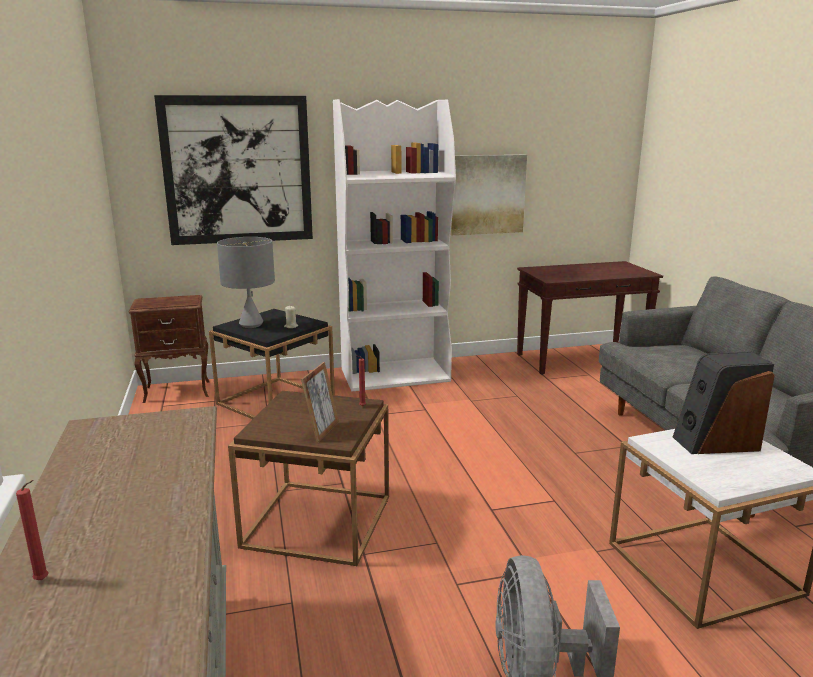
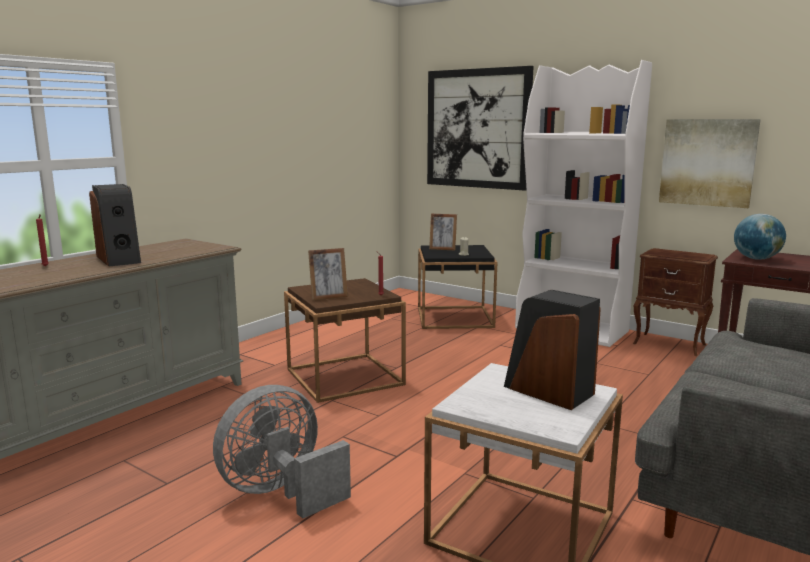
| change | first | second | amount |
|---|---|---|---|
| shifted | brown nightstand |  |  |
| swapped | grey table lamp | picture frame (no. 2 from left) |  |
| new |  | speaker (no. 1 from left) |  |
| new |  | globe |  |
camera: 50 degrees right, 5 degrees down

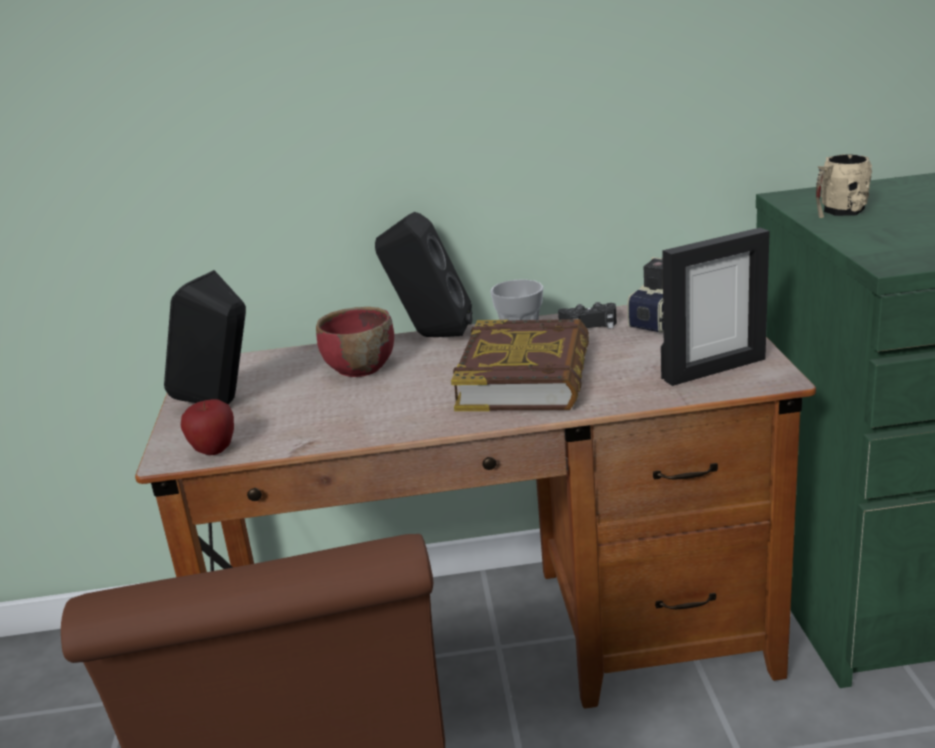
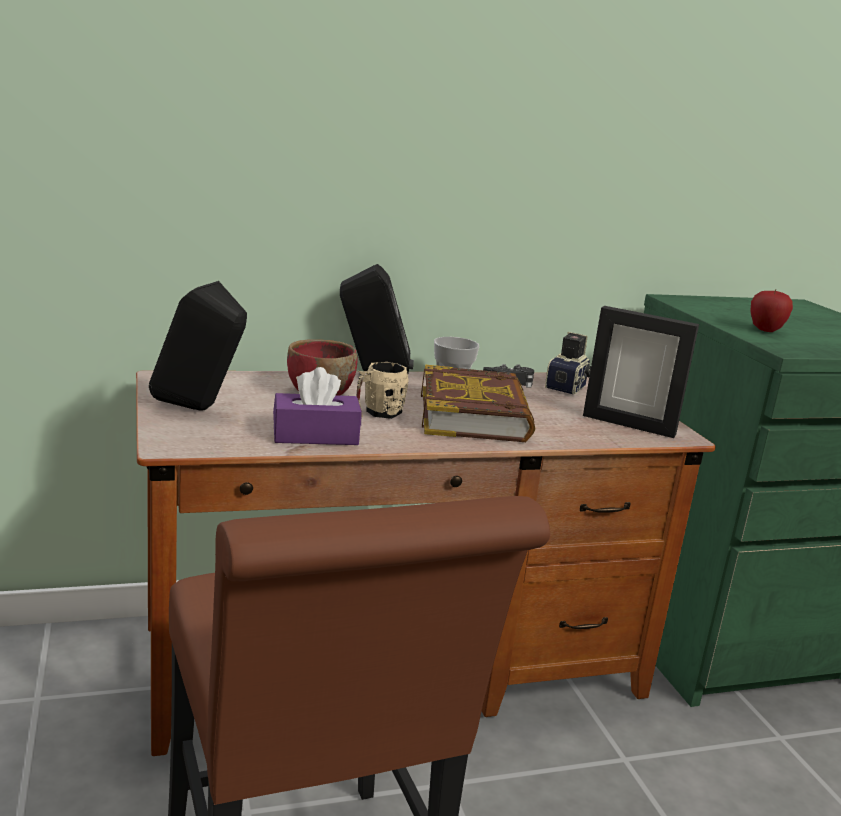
| change | first | second | amount |
|---|---|---|---|
| shifted | apple |  |  |
| rotated | picture frame |  | 60 degrees clockwise |
| shifted | beige mug |  |  |
| new |  | purple tissue box |  |
camera: 15 degrees left, 5 degrees down

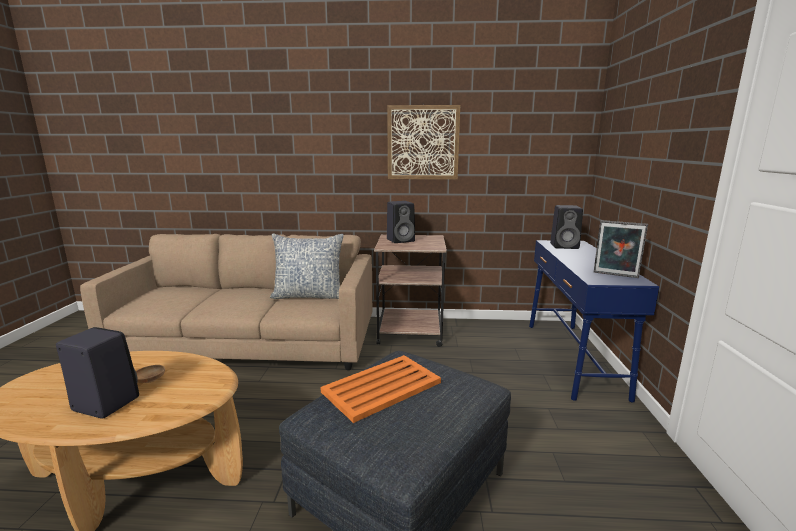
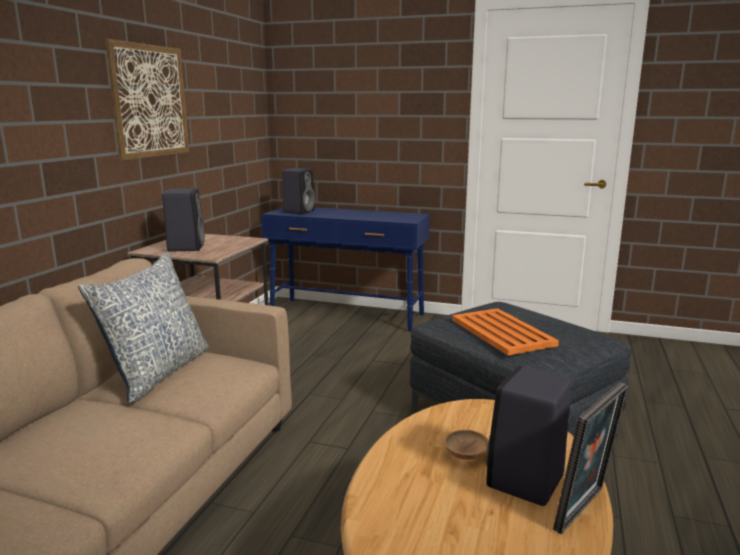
| change | first | second | amount |
|---|---|---|---|
| shifted | picture frame |  |  |
camera: 75 degrees left, 0 degrees up

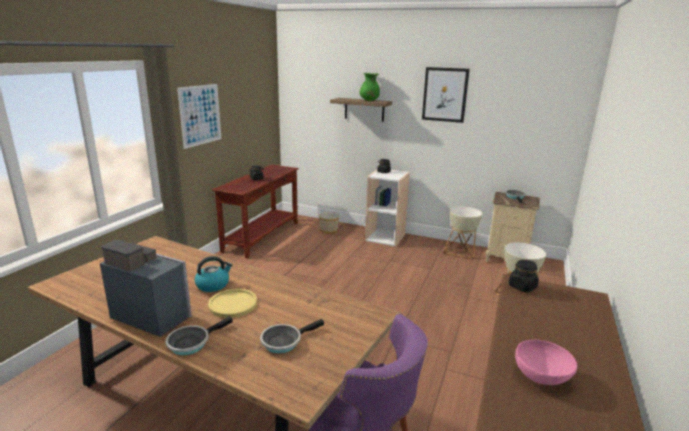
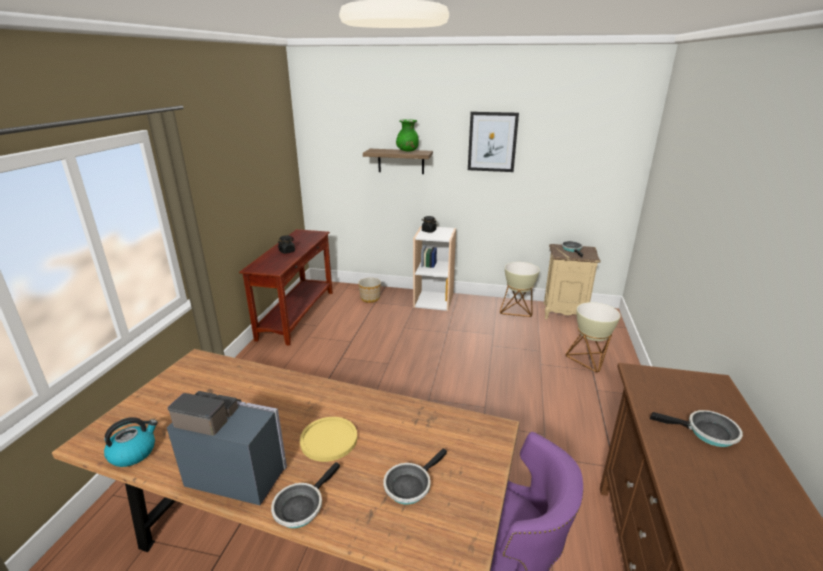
| change | first | second | amount |
|---|---|---|---|
| gone | picture (no. 1 from left) |  |  |
| shifted | kettle |  |  |
| gone | black jar (no. 3 from left) |  |  |
| gone | pink bowl |  |  |
| new |  | frying pan (no. 4 from left) |  |
camera: 10 degrees left, 5 degrees up

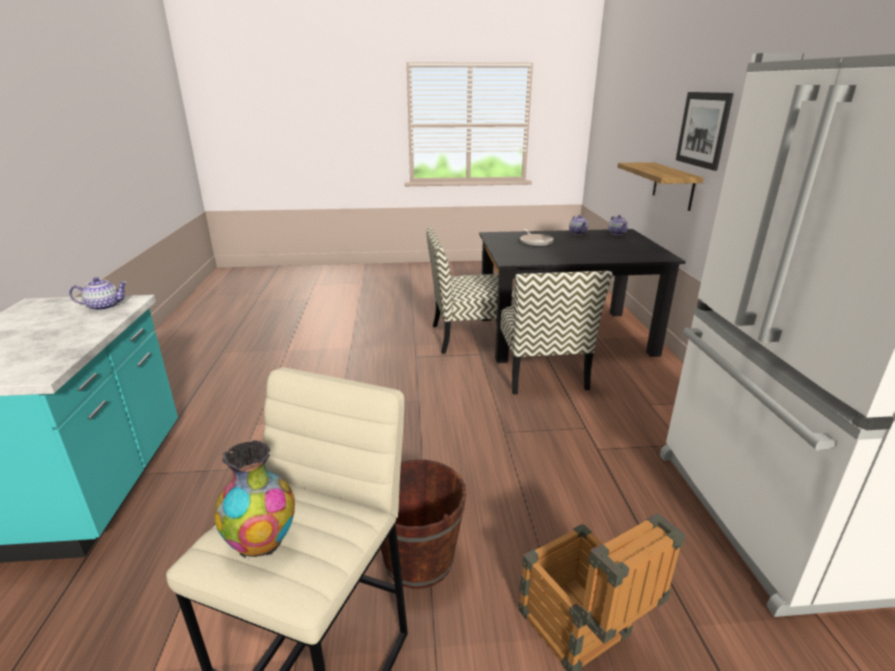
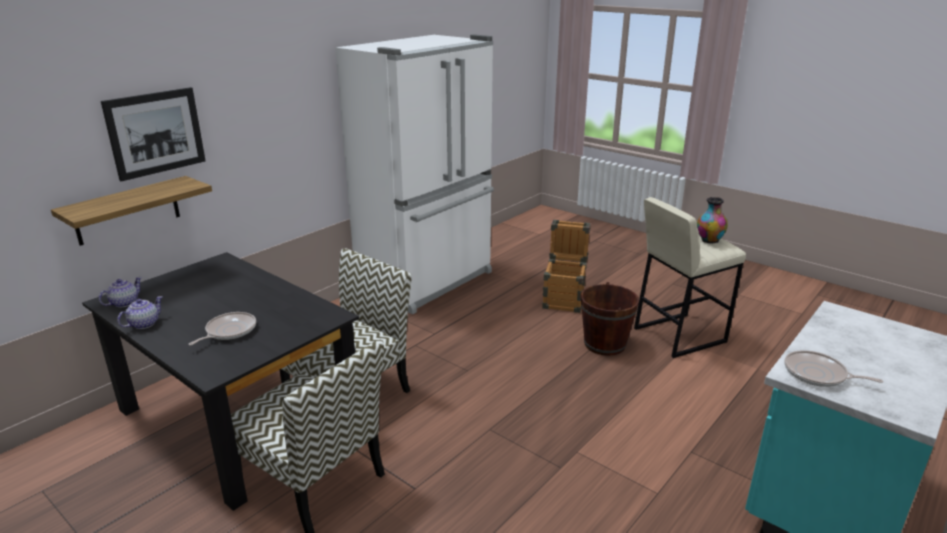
| change | first | second | amount |
|---|---|---|---|
| swapped | teapot (no. 1 from left) | frying pan (no. 2 from left) |  |
camera: 135 degrees left, 0 degrees up

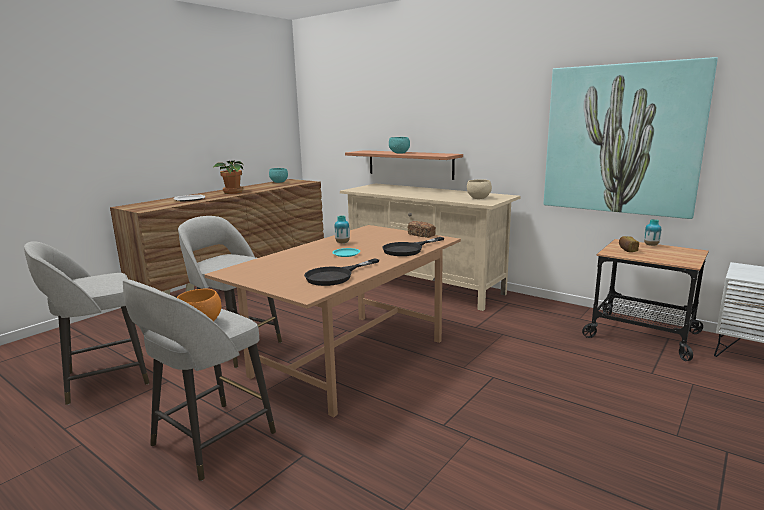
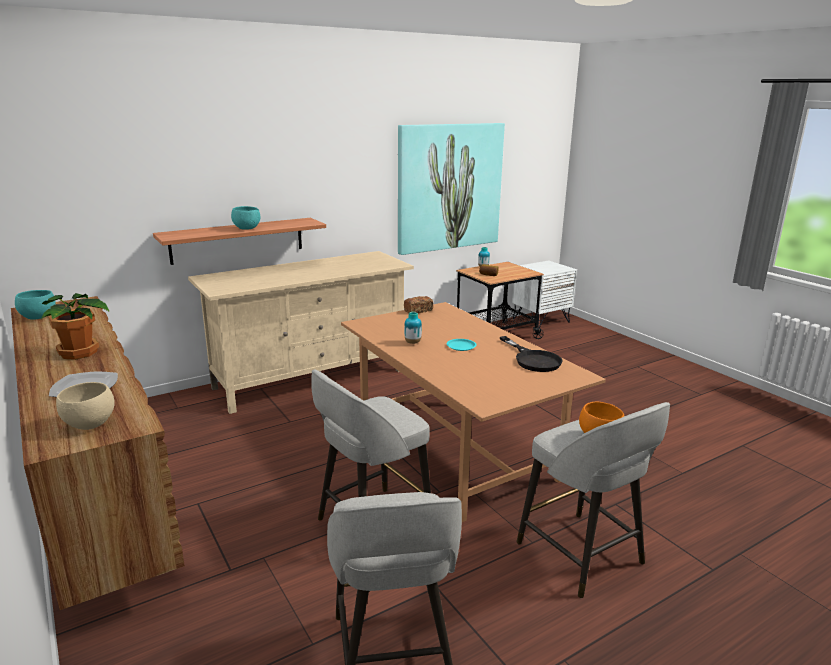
| change | first | second | amount |
|---|---|---|---|
| gone | black frying pan (no. 2 from left) |  |  |
| shifted | beige bowl |  |  |
camera: 70 degrees left, 5 degrees up

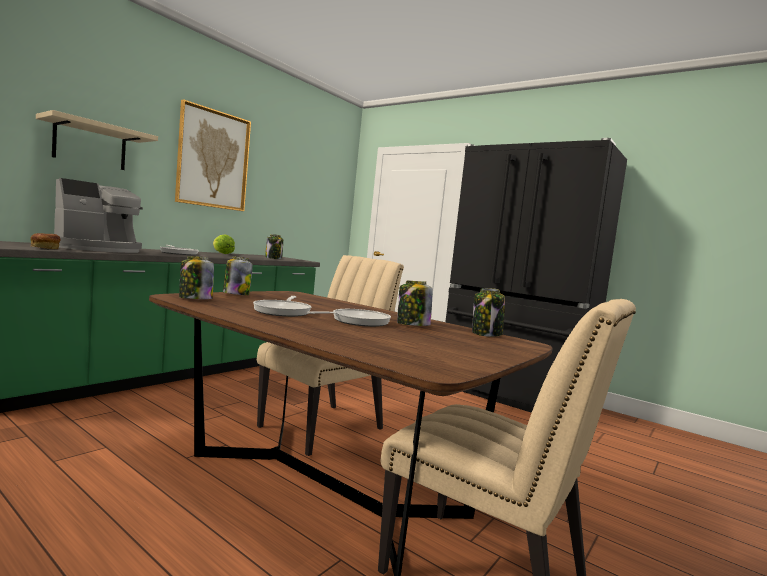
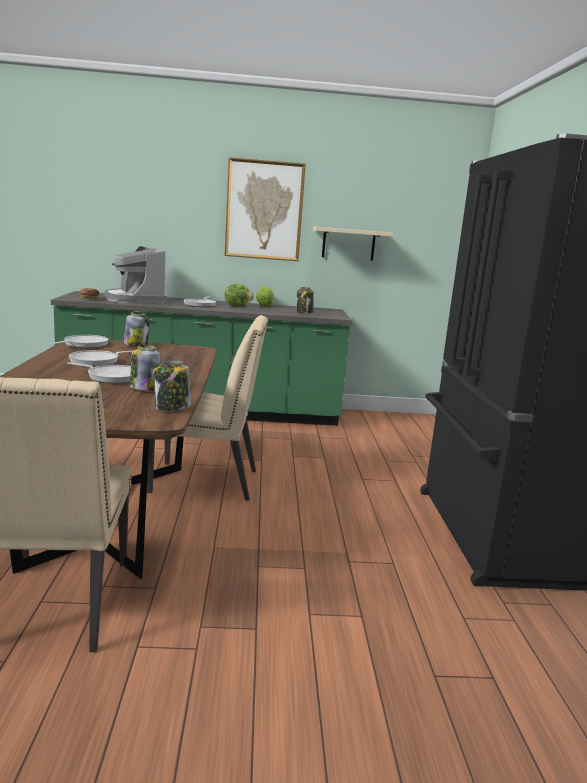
| change | first | second | amount |
|---|---|---|---|
| shifted | beige shelf |  |  |
| rotated | coffee machine |  | 60 degrees clockwise |
| swapped | jar (no. 1 from left) | frying pan (no. 1 from left) |  |
| new |  | lettuce (no. 1 from left) |  |
camera: 50 degrees right, 10 degrees up

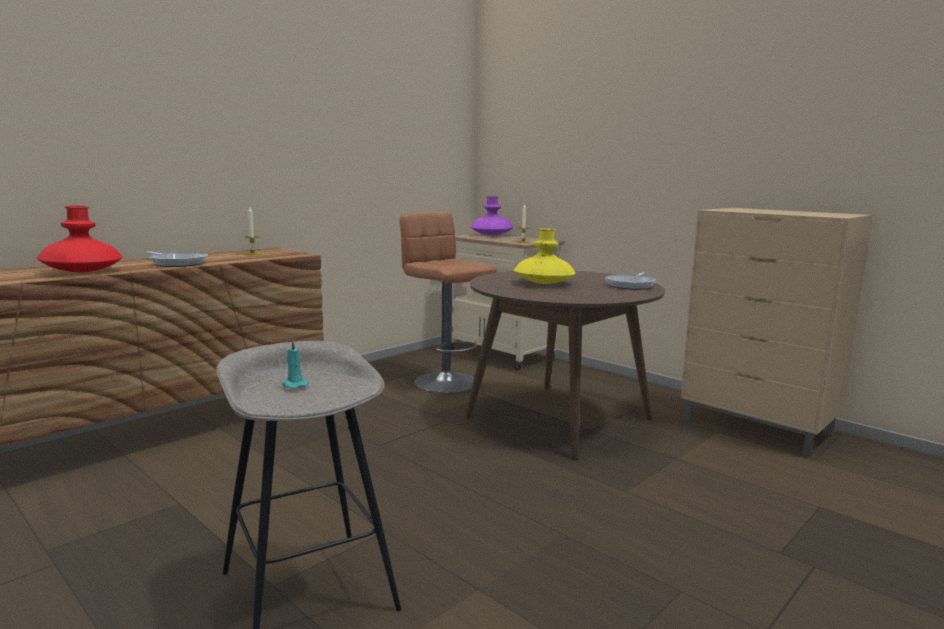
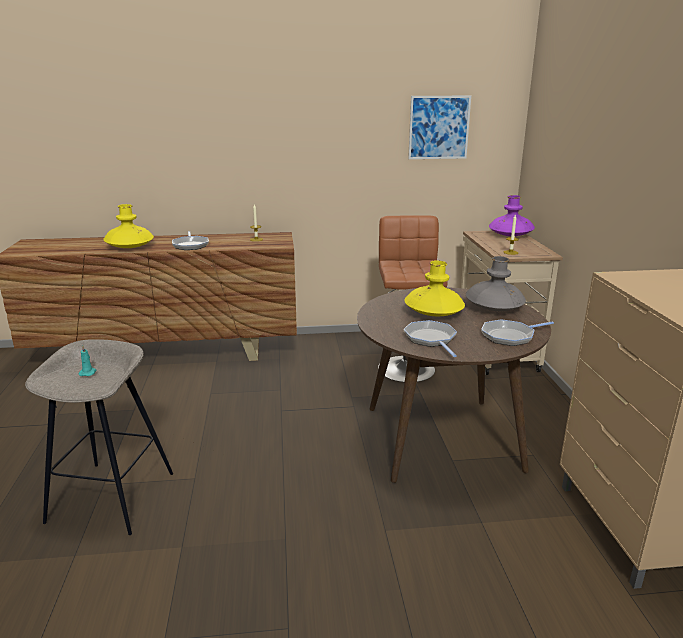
| change | first | second | amount |
|---|---|---|---|
| repainted | red vase | yellow vase (no. 1 from left) |  |
| new |  | frying pan (no. 2 from left) |  |
| new |  | picture |  |
| new |  | grey vase |  |
camera: 40 degrees right, 10 degrees up

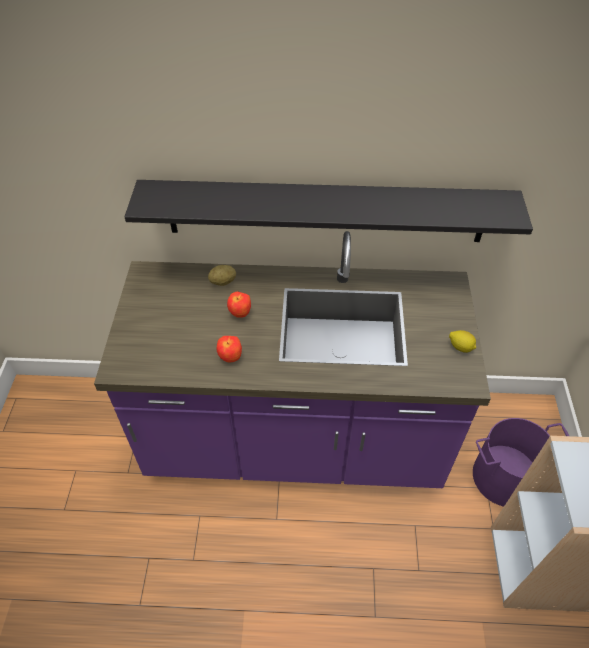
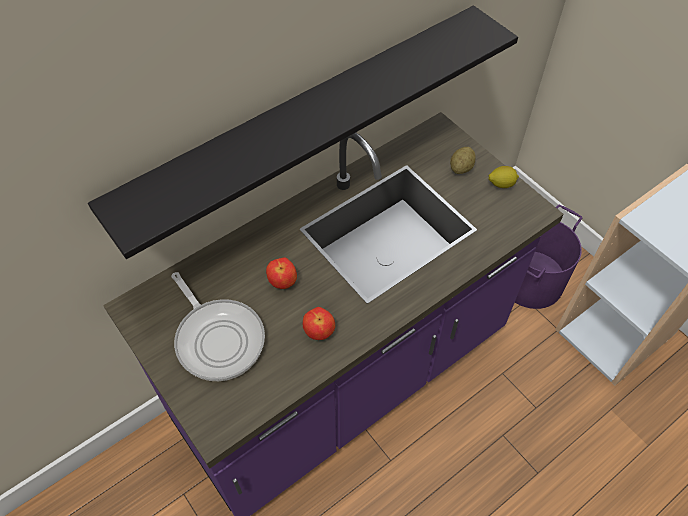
| change | first | second | amount |
|---|---|---|---|
| shifted | potato |  |  |
| new |  | frying pan |  |
camera: 40 degrees left, 5 degrees up

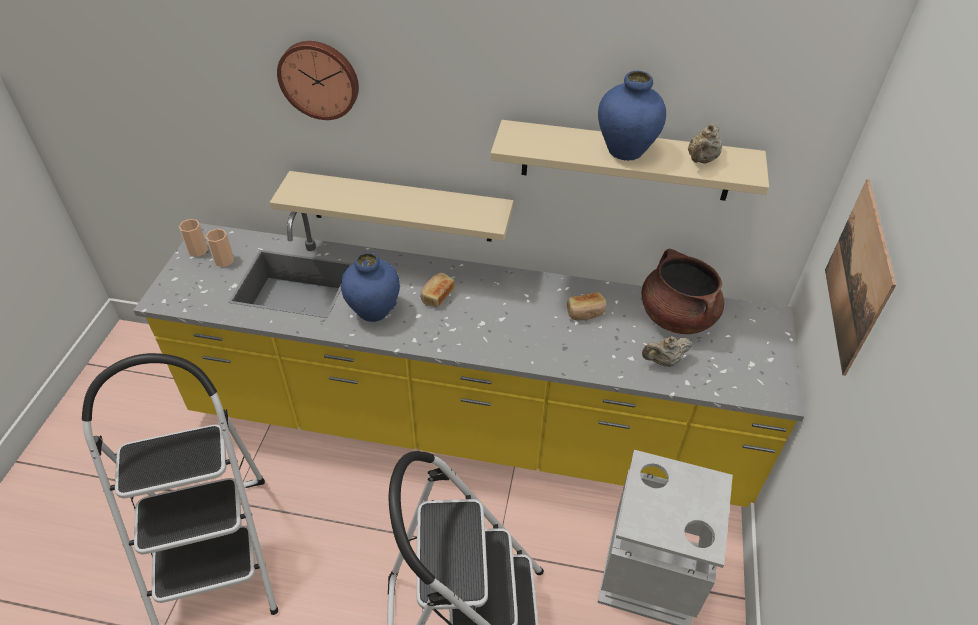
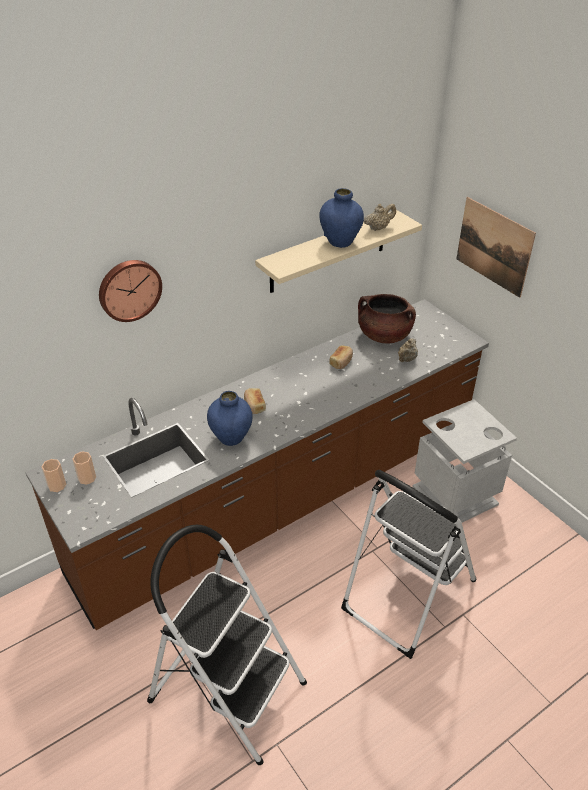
| change | first | second | amount |
|---|---|---|---|
| repainted | yellow counter | brown counter |  |
| gone | beige shelf (no. 1 from left) |  |  |
| rotated | beige teapot (no. 2 from left in the first image) | beige teapot (no. 1 from left) | 105 degrees counterclockwise |
camera: 45 degrees left, 5 degrees down

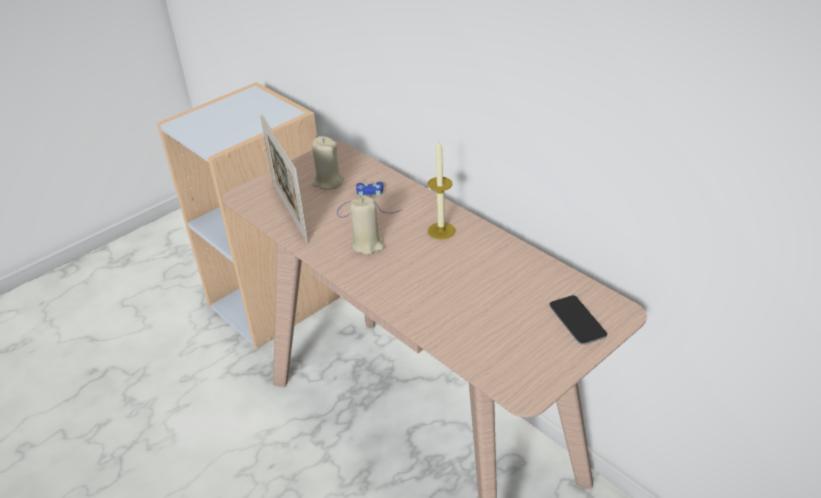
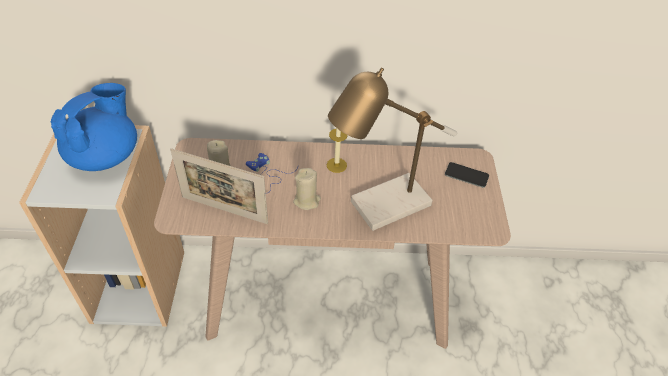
| change | first | second | amount |
|---|---|---|---|
| new |  | blue teapot |  |
| new |  | table lamp |  |
camera: 50 degrees left, 10 degrees up

